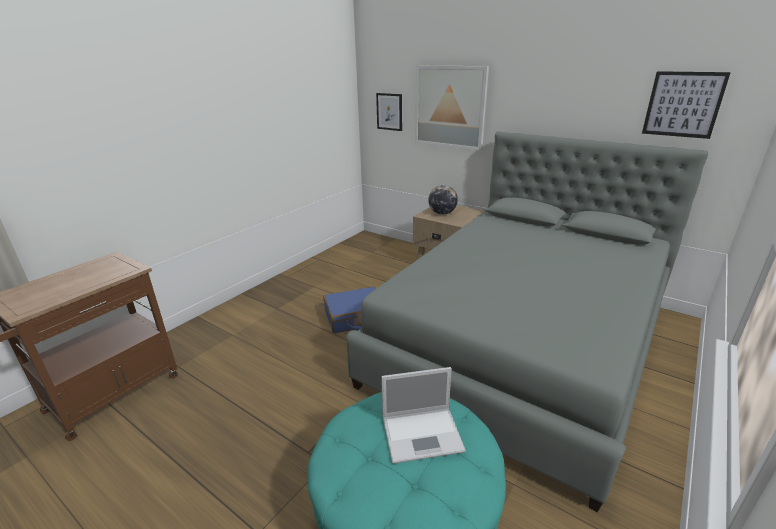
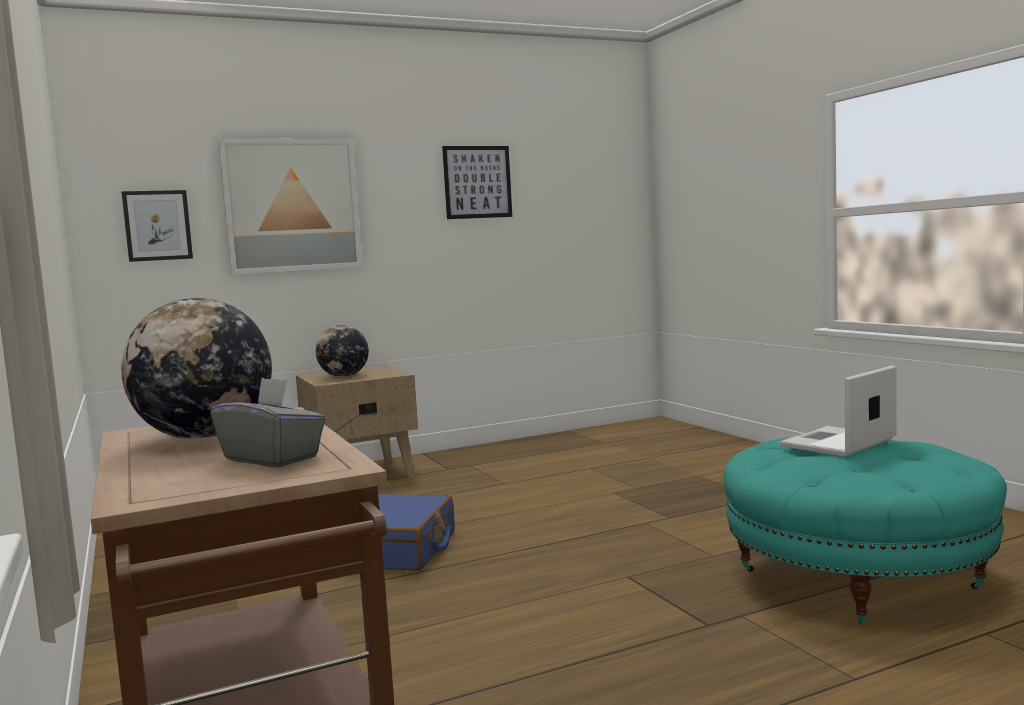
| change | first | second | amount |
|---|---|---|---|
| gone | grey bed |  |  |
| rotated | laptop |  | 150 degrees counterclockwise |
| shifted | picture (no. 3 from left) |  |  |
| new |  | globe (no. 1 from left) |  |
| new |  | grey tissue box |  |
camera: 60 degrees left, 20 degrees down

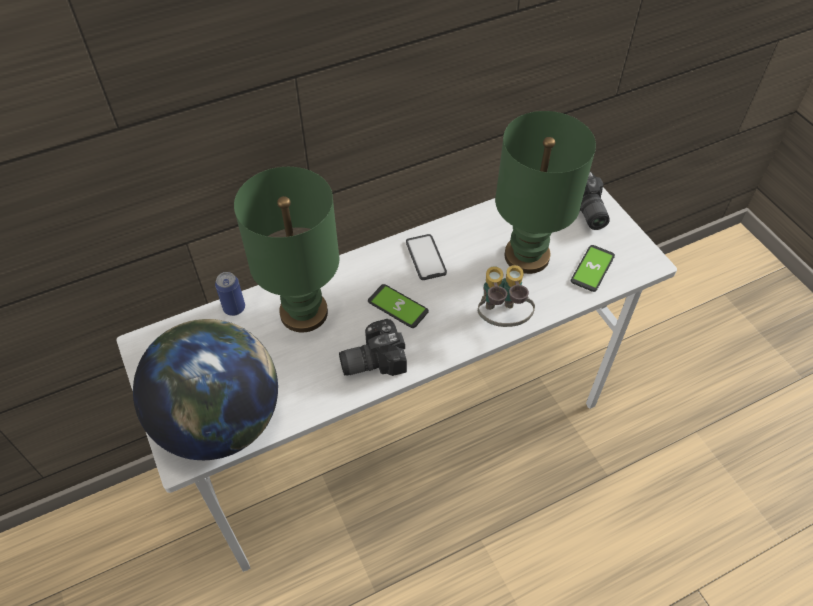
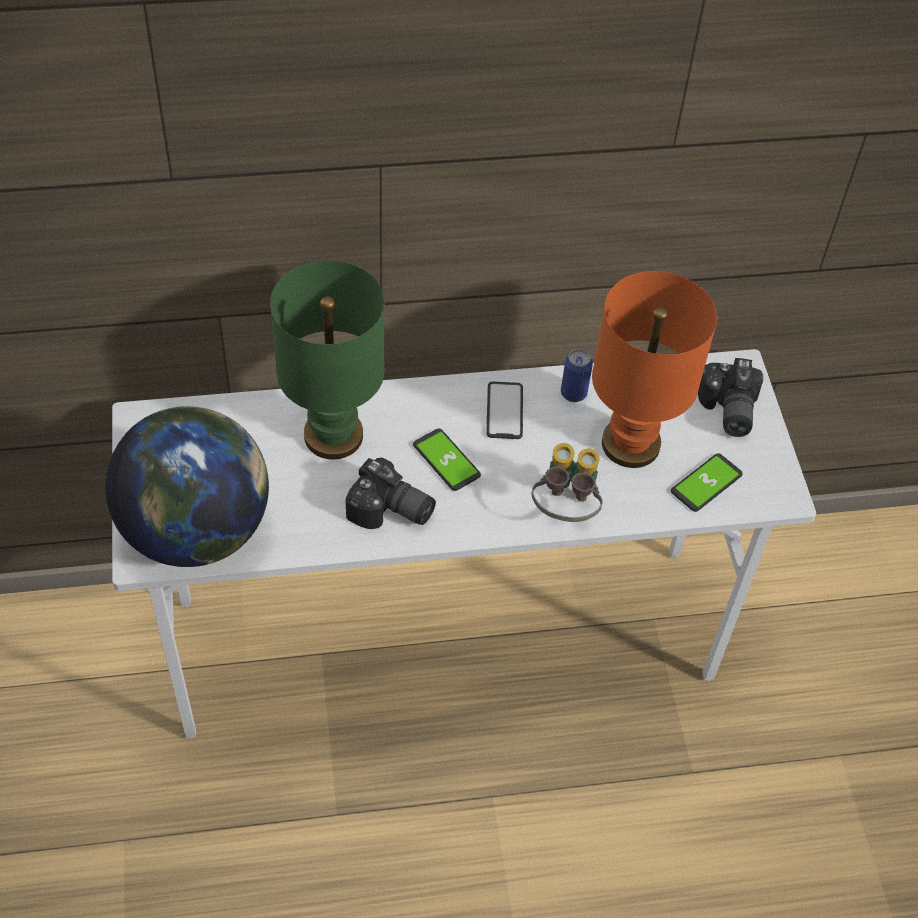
| change | first | second | amount |
|---|---|---|---|
| shifted | can |  |  |
| rotated | photo camera (no. 1 from left) |  | 150 degrees counterclockwise |
| repainted | green table lamp (no. 2 from left) | orange table lamp |  |
camera: 15 degrees right, 0 degrees up

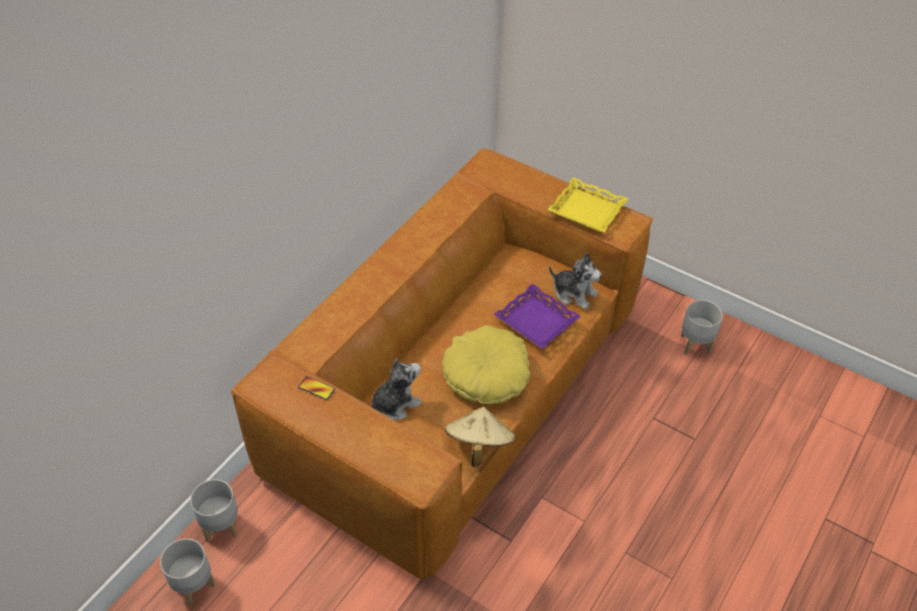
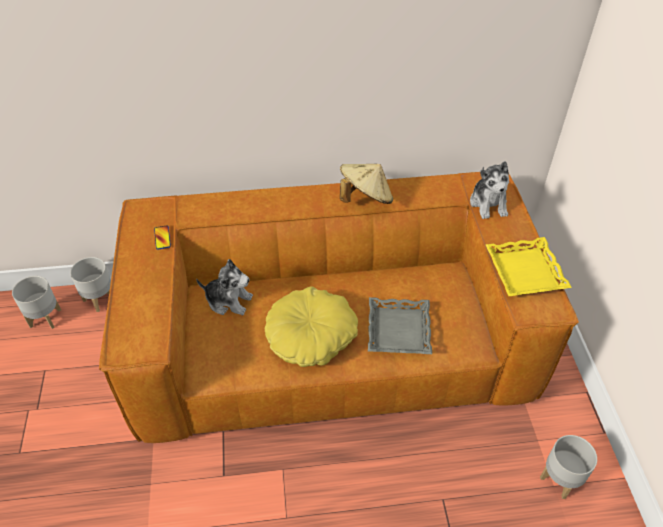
| change | first | second | amount |
|---|---|---|---|
| shifted | beige hat |  |  |
| repainted | purple tray | grey tray |  |
| shifted | plush toy (no. 2 from left) |  |  |
camera: 50 degrees right, 0 degrees up

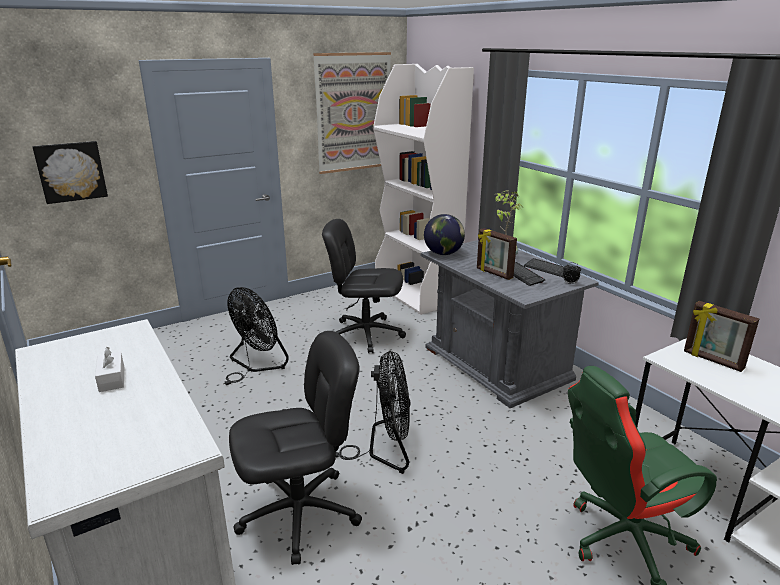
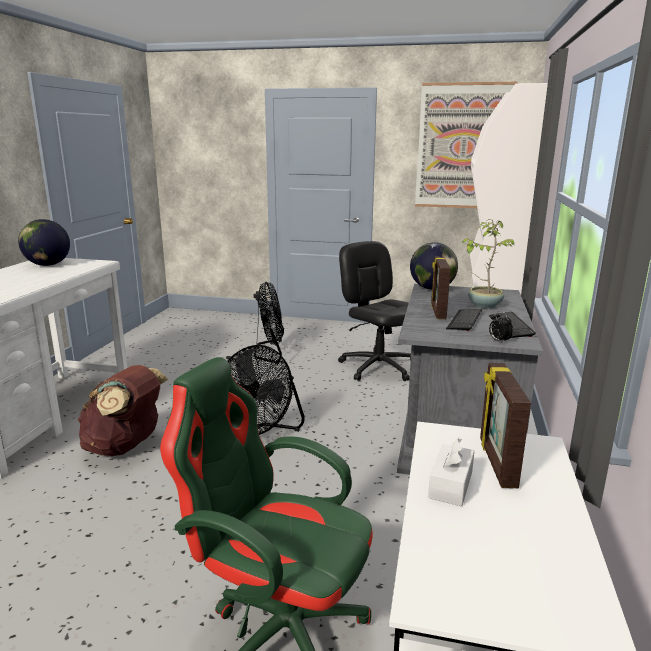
| change | first | second | amount |
|---|---|---|---|
| gone | picture (no. 1 from left) |  |  |
| shifted | white tissue box |  |  |
| swapped | black office chair (no. 1 from left) | brown backpack |  |
| new |  | globe (no. 1 from left) |  |
camera: 45 degrees right, 5 degrees down

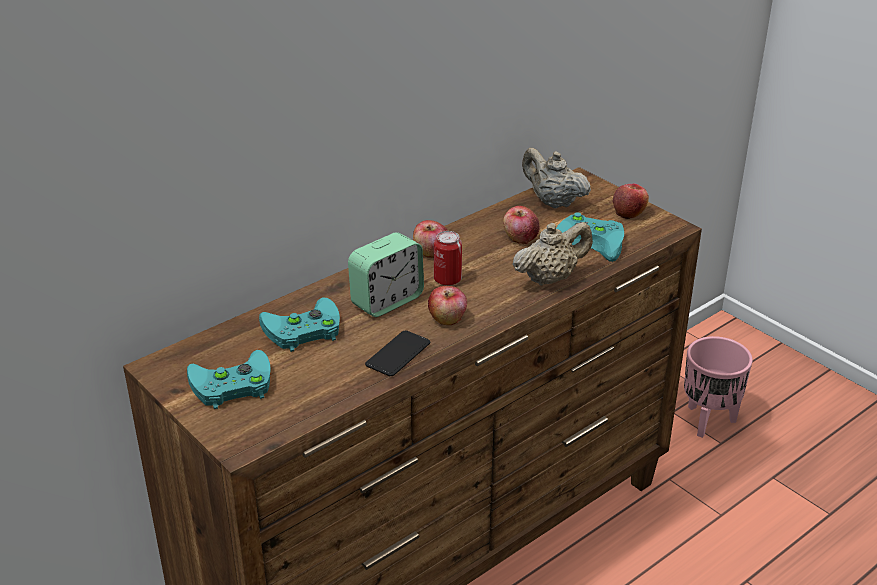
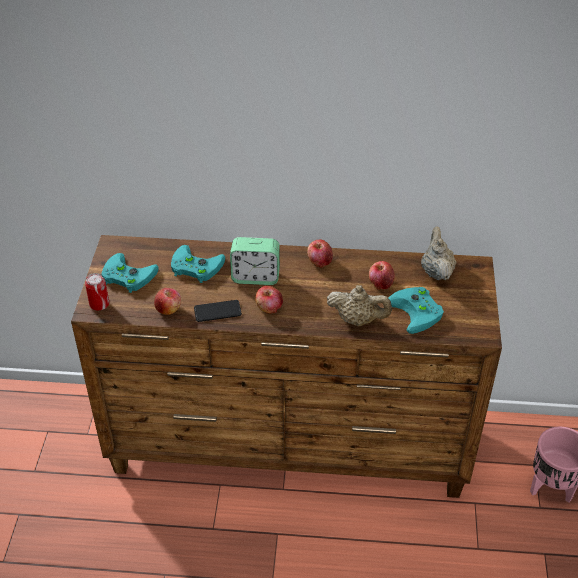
| change | first | second | amount |
|---|---|---|---|
| shifted | can |  |  |
| shifted | apple (no. 4 from left in the first image) | apple (no. 1 from left) |  |
camera: 45 degrees right, 10 degrees up

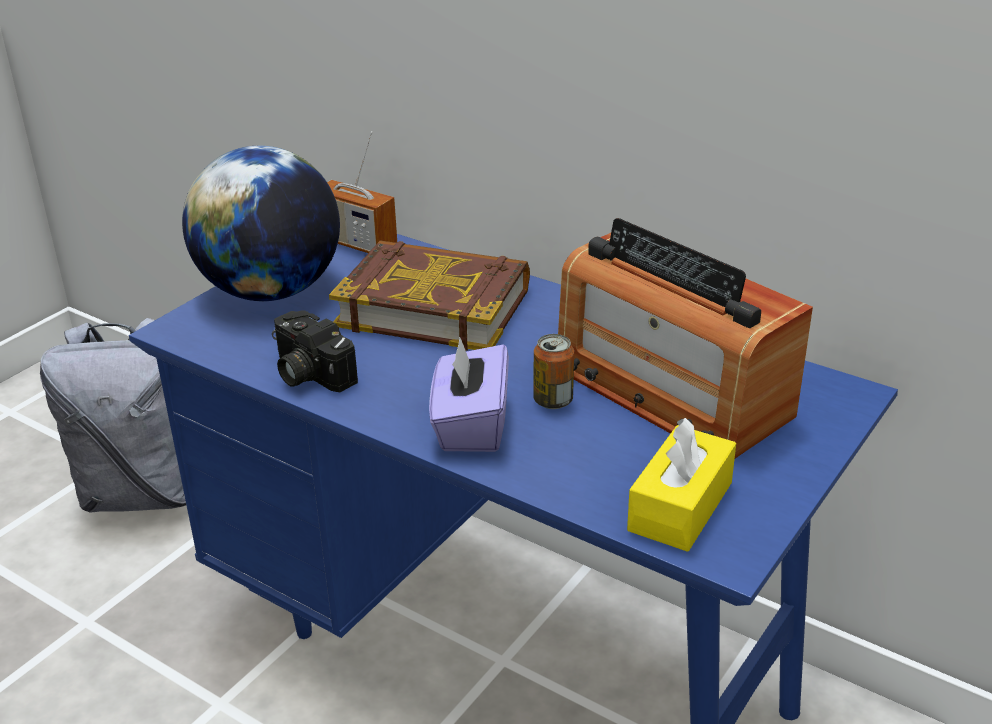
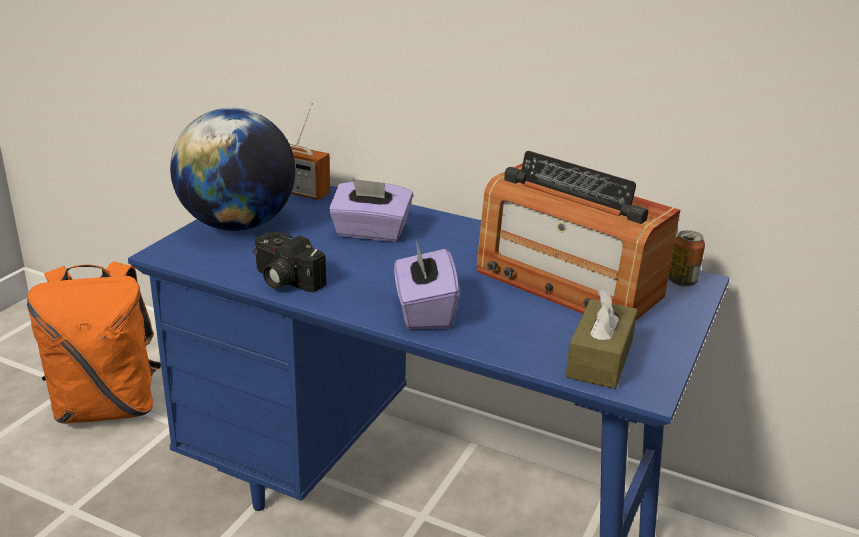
| change | first | second | amount |
|---|---|---|---|
| repainted | grey backpack | orange backpack |  |
| swapped | book | purple tissue box (no. 1 from left) |  |
| shifted | can |  |  |
| repainted | yellow tissue box | brown tissue box |  |
camera: 10 degrees left, 5 degrees down

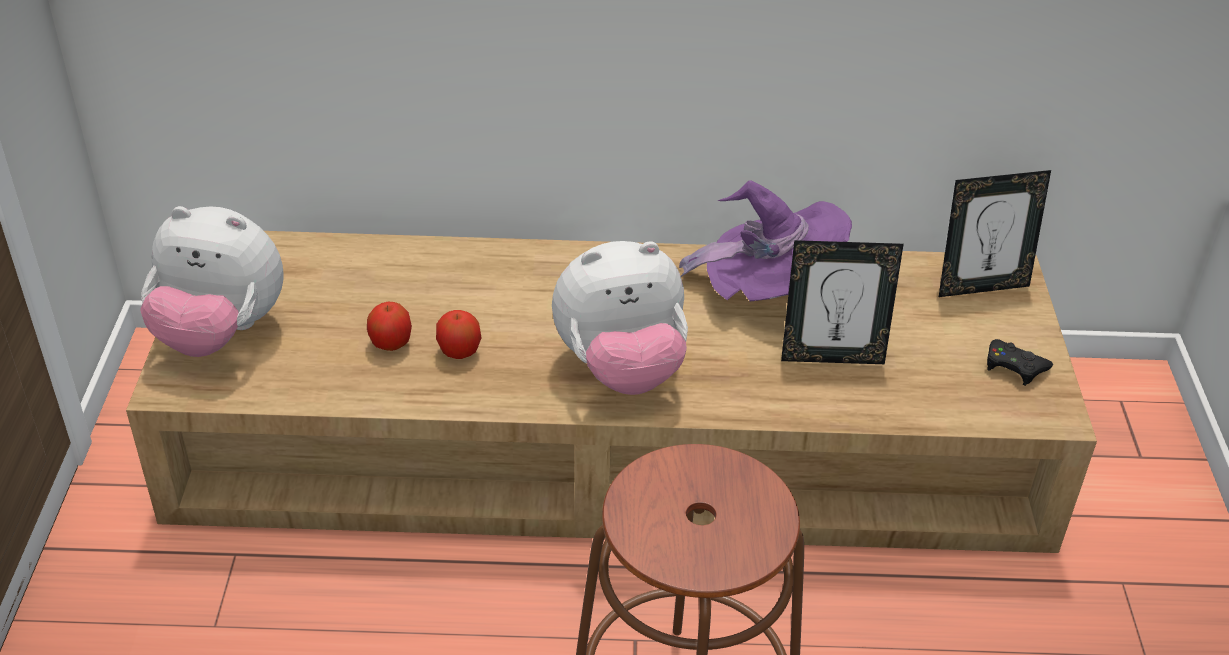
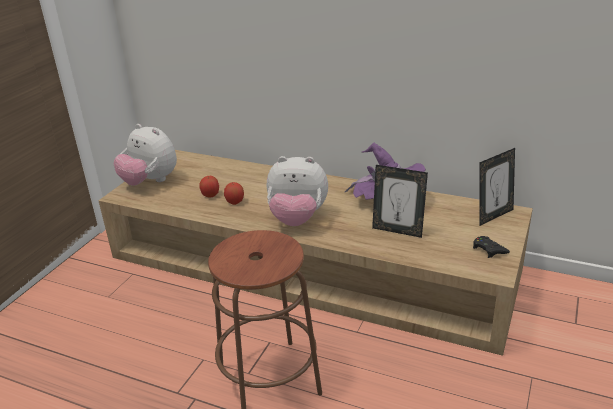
| change | first | second | amount |
|---|---|---|---|
| rotated | picture frame (no. 2 from left) |  | 45 degrees counterclockwise |
camera: 25 degrees right, 10 degrees down

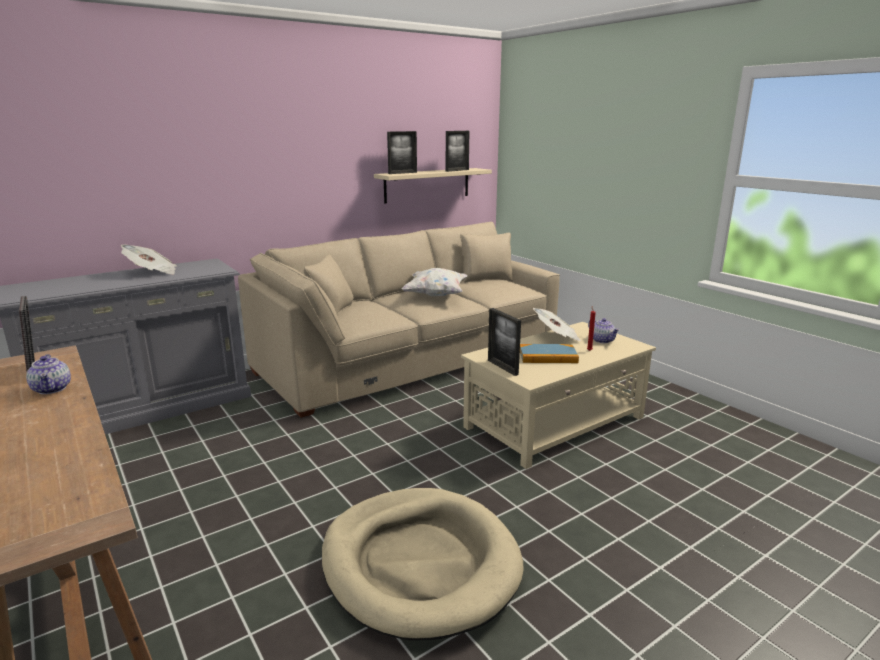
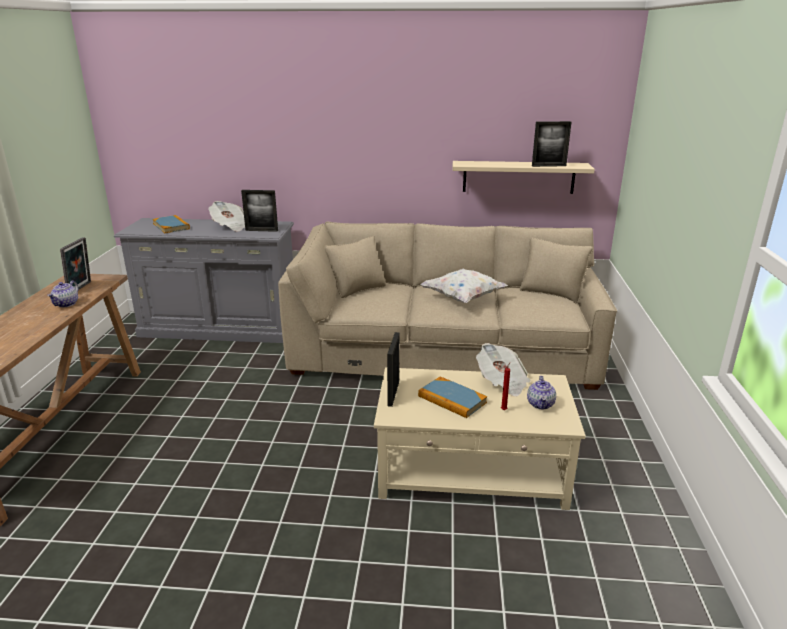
| change | first | second | amount |
|---|---|---|---|
| gone | beige dog bed |  |  |
| shifted | picture frame (no. 2 from left) |  |  |
| new |  | book (no. 1 from left) |  |
camera: 40 degrees right, 5 degrees up

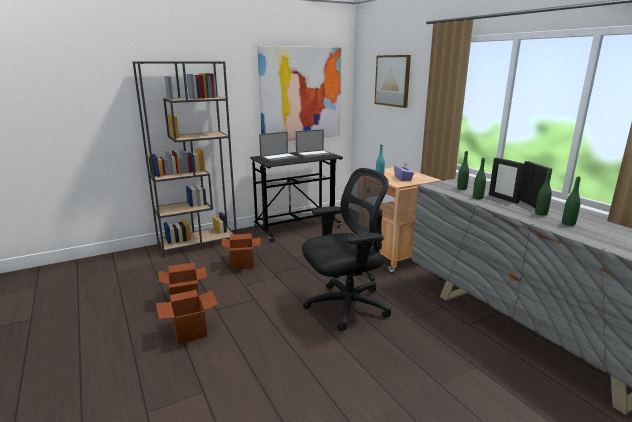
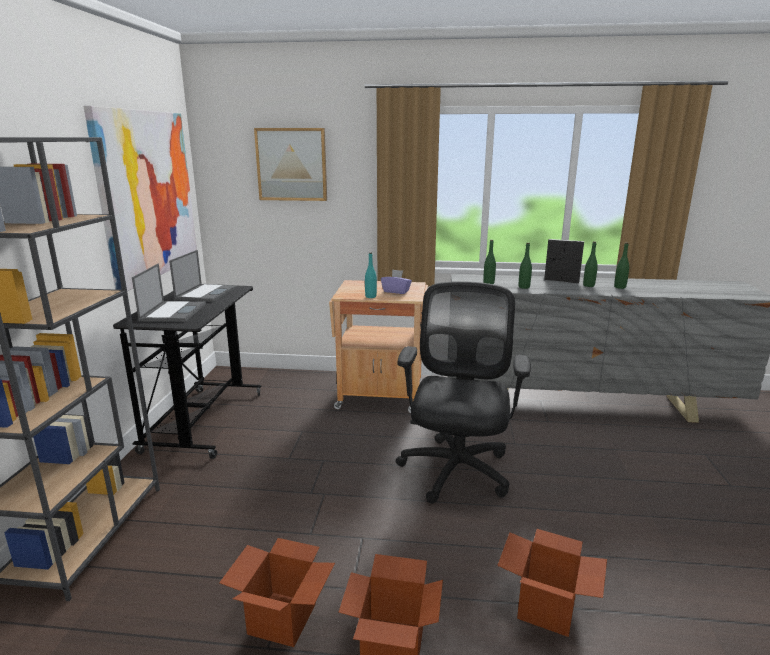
| change | first | second | amount |
|---|---|---|---|
| shifted | cardboard box (no. 3 from left) |  |  |
| gone | picture frame (no. 1 from left) |  |  |
camera: 55 degrees left, 0 degrees up

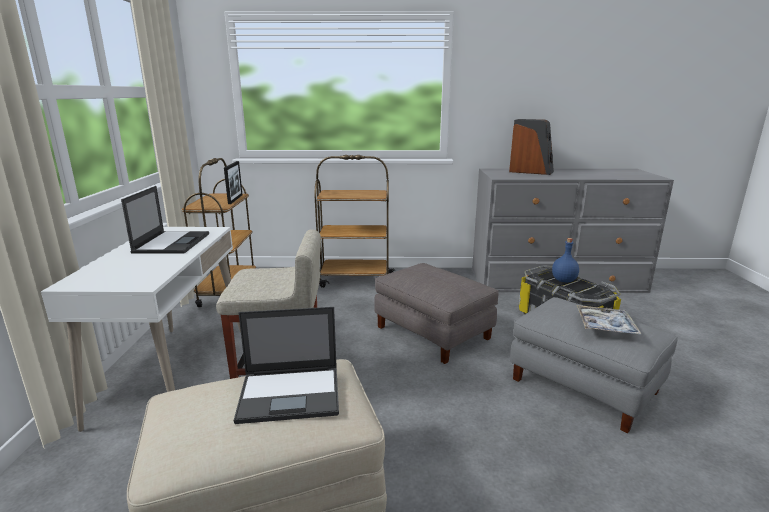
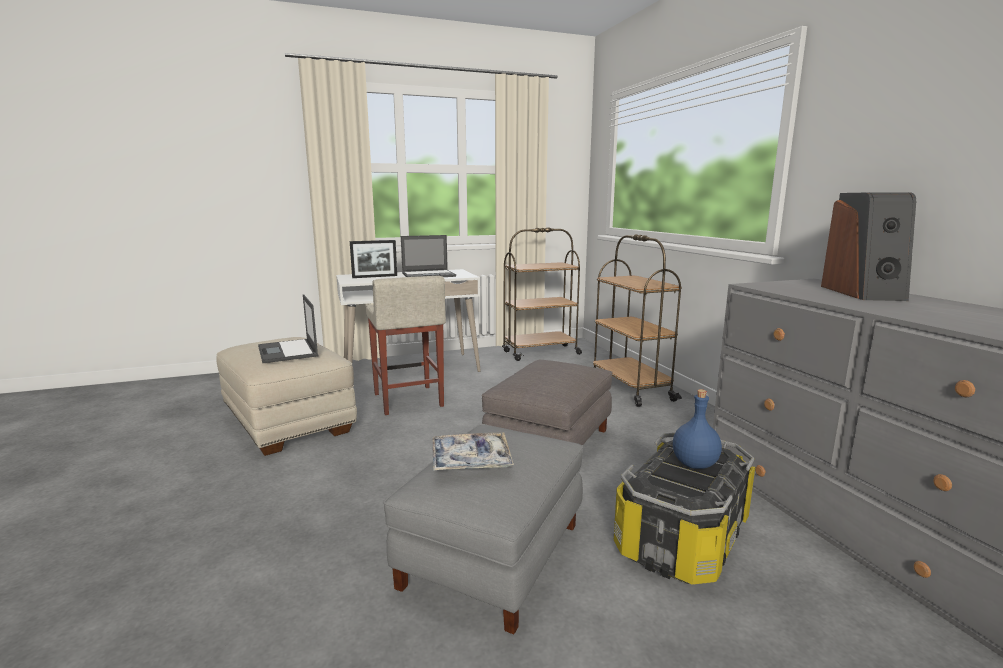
| change | first | second | amount |
|---|---|---|---|
| shifted | picture frame |  |  |
camera: 70 degrees right, 5 degrees down

